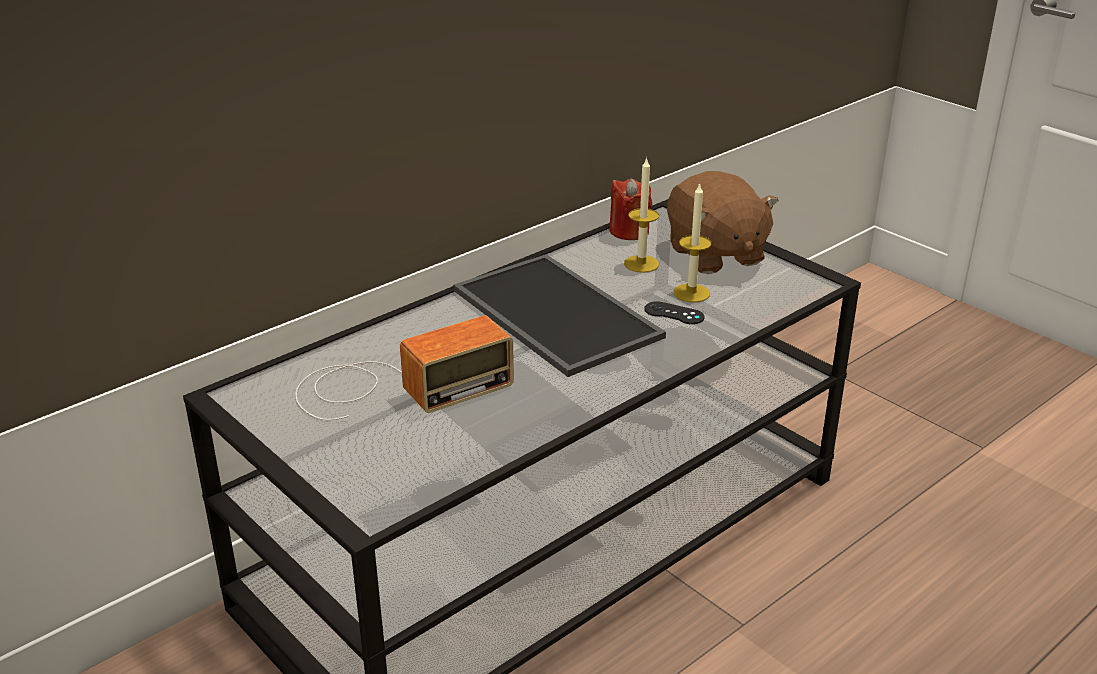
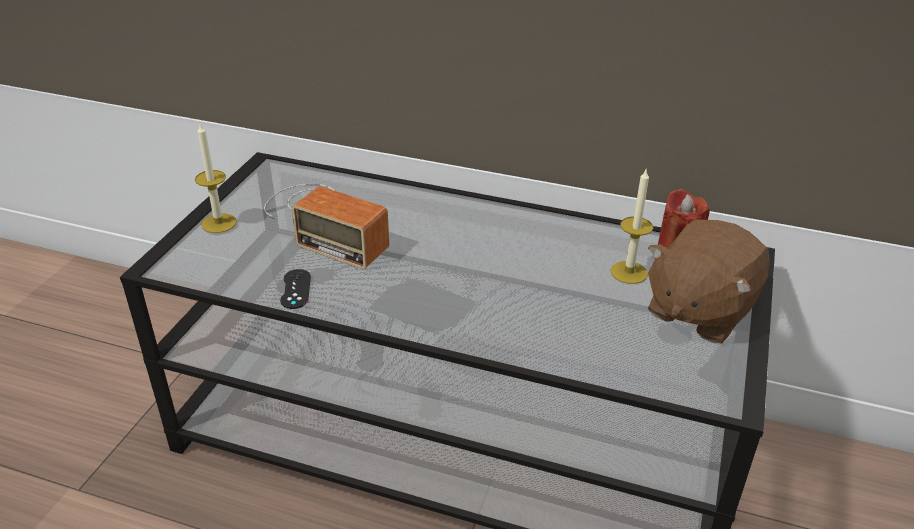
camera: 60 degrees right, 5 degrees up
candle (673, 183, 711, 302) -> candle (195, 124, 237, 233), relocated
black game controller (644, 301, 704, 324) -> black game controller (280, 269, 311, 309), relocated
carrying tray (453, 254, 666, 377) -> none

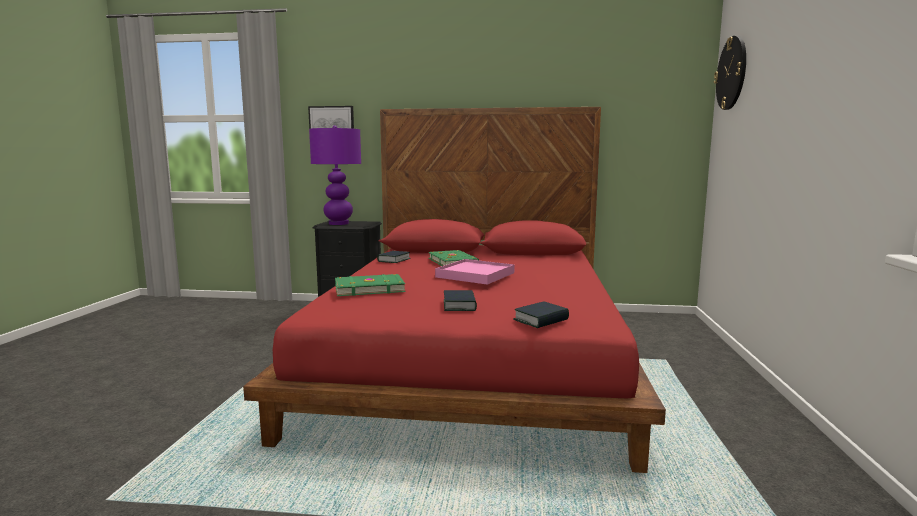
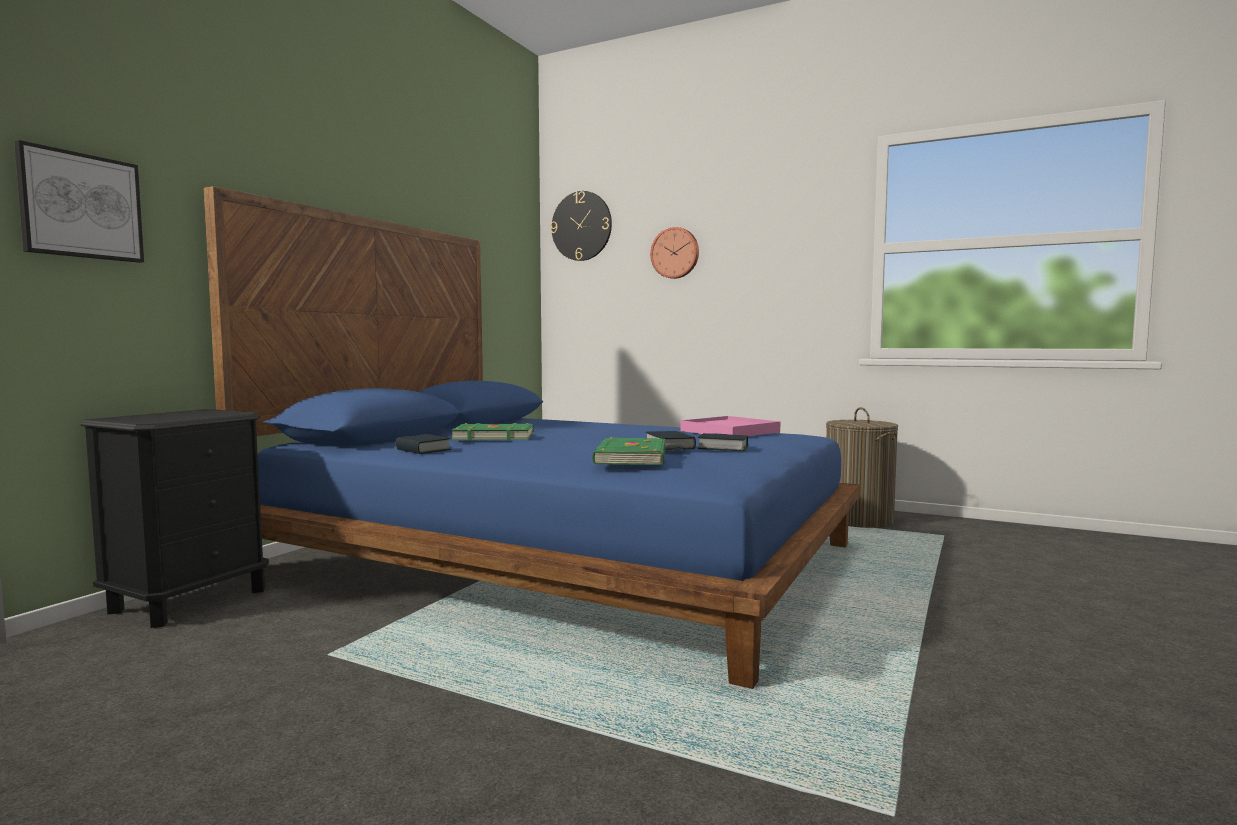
camera: 70 degrees left, 5 degrees down
reddish bedroom bed (243, 107, 666, 473) -> blue bedroom bed (203, 186, 860, 689)
book (513, 302, 569, 328) -> book (646, 431, 696, 450), relocated
none -> wall clock (650, 227, 699, 279)
pink-coloured carrying tray (435, 259, 515, 285) -> pink-coloured carrying tray (681, 416, 780, 436), relocated
none -> hamper (826, 407, 898, 528)
purple lamp for a table (309, 125, 361, 225) -> none

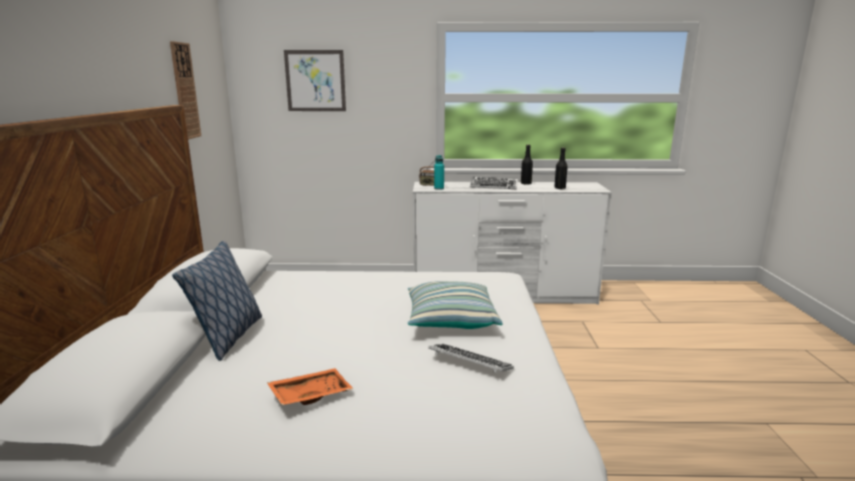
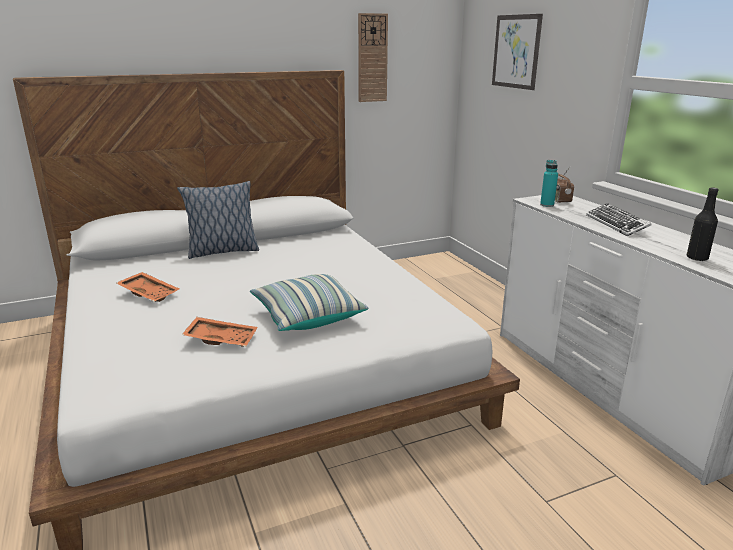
camera: 65 degrees right, 5 degrees up
keyboard (428, 344, 514, 373) -> orange carrying tray (182, 317, 257, 347)
black beverage bottle (521, 145, 533, 185) -> none

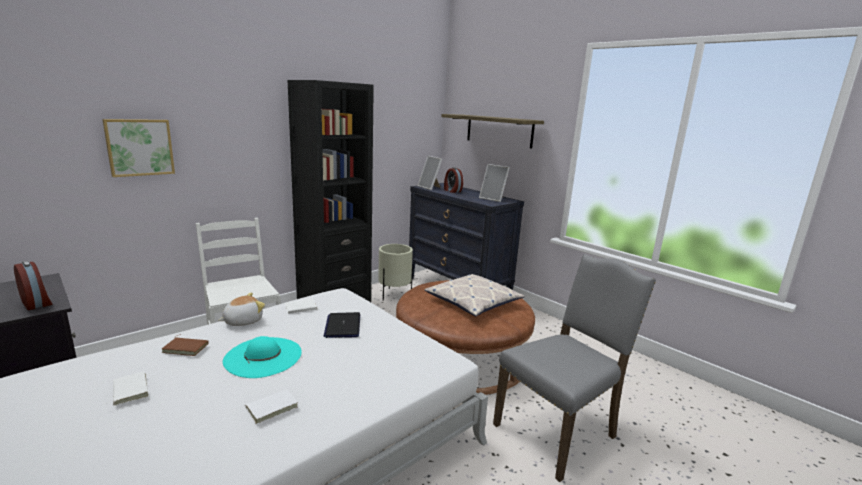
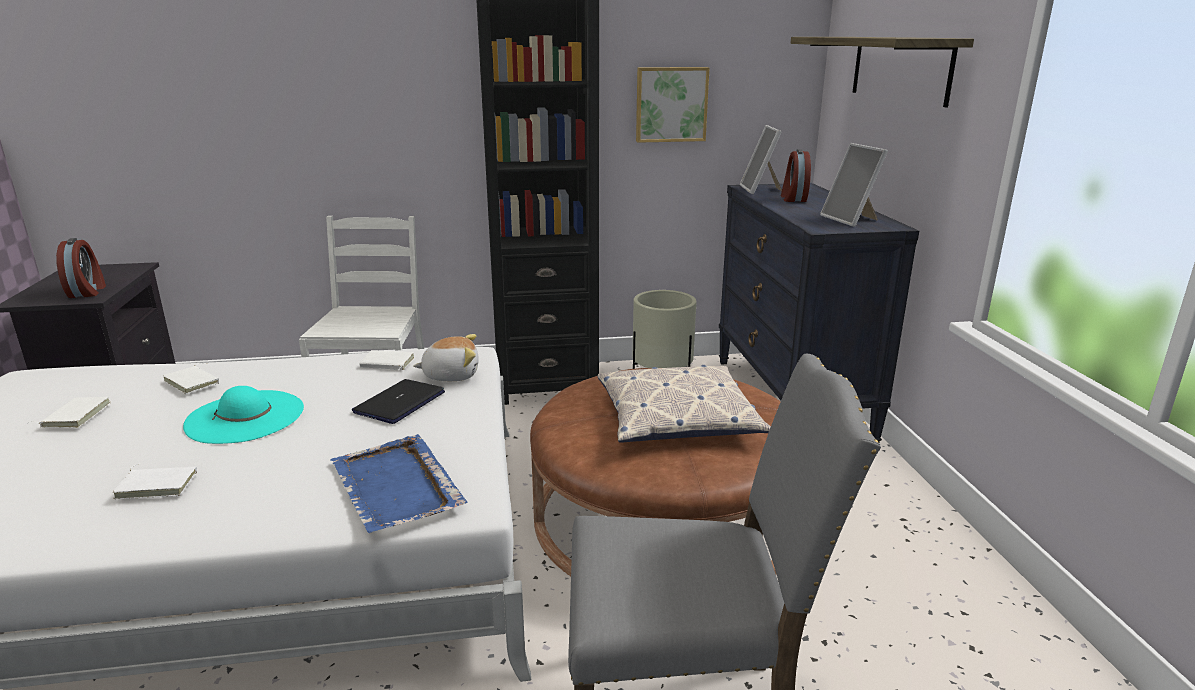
camera: 35 degrees right, 5 degrees up
brownish book (162, 334, 209, 356) -> white-coloured book (163, 363, 219, 394)
none -> blue carrying tray (331, 434, 468, 533)
cuddly toy (218, 293, 265, 326) -> cuddly toy (413, 334, 479, 381), relocated
wall picture (102, 119, 175, 177) -> wall picture (636, 67, 710, 143), relocated

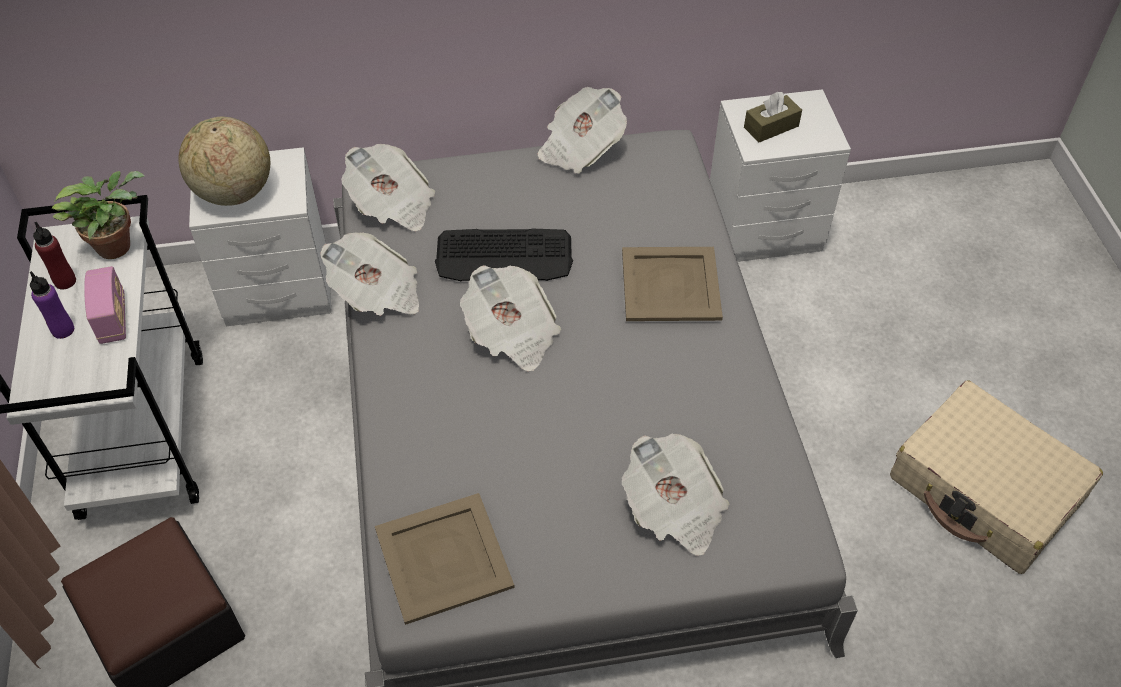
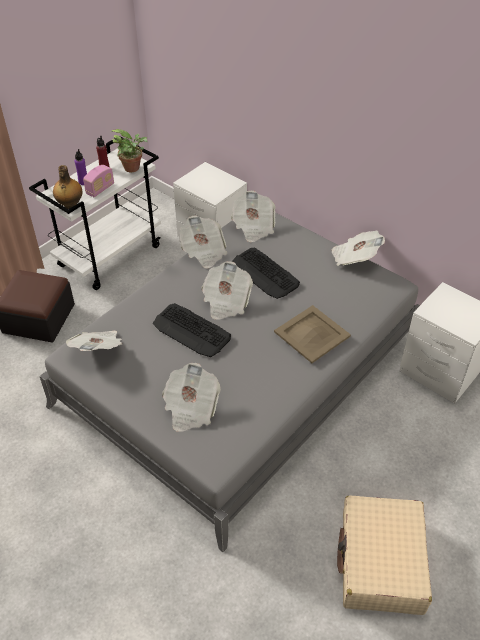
camera: 50 degrees right, 5 degrees down
none -> beverage bottle (53, 165, 82, 209)
sand-coloured carrying tray (375, 493, 515, 625) -> printed paper (66, 330, 123, 351)
none -> keyboard (153, 303, 231, 357)
world globe (179, 117, 270, 206) -> none
brownish box of tissues (744, 92, 802, 142) -> none

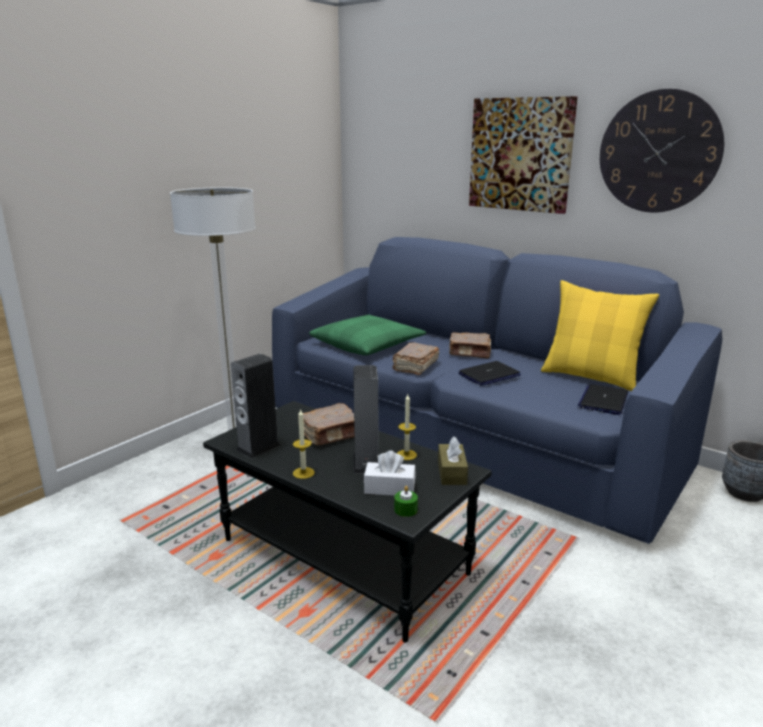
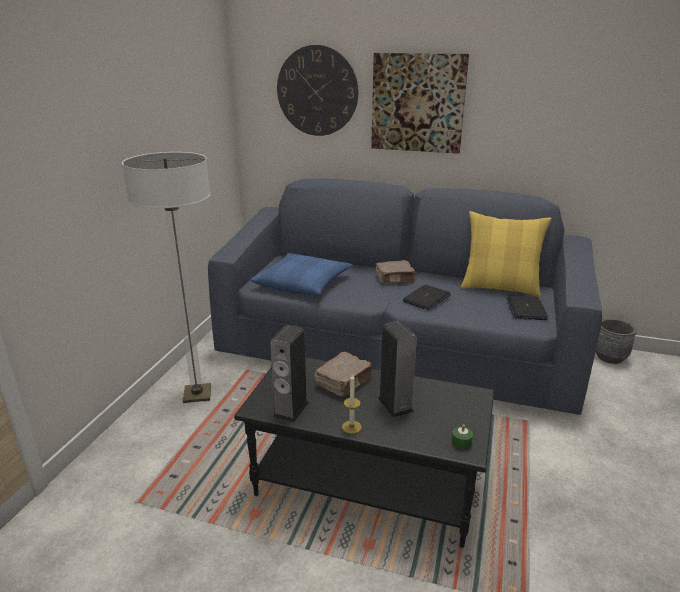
camera: 20 degrees left, 5 degrees up
green-coloured pillow (309, 315, 426, 355) -> blue pillow (250, 253, 353, 296)
wall clock (600, 89, 724, 212) -> wall clock (277, 45, 358, 136), relocated
white-coloured box of tissues (364, 451, 416, 496) -> none
brownish book (392, 343, 439, 375) -> none
candle (397, 394, 417, 460) -> none
brownish box of tissues (438, 436, 468, 485) -> none

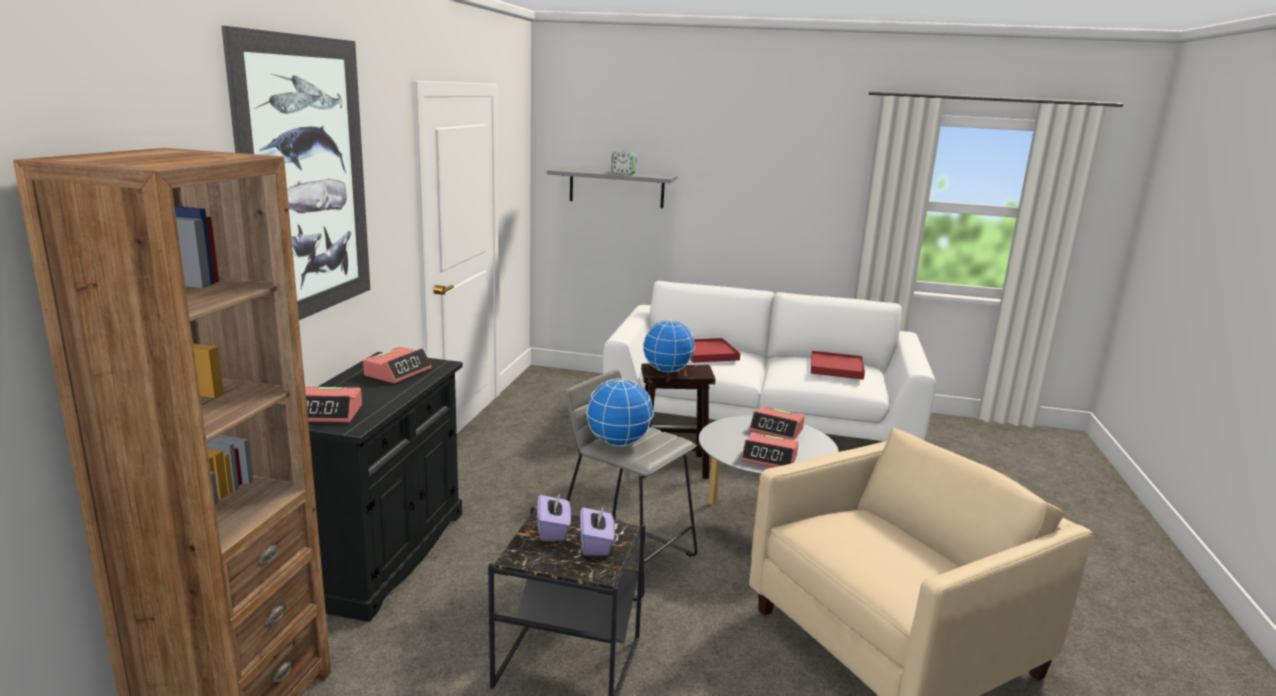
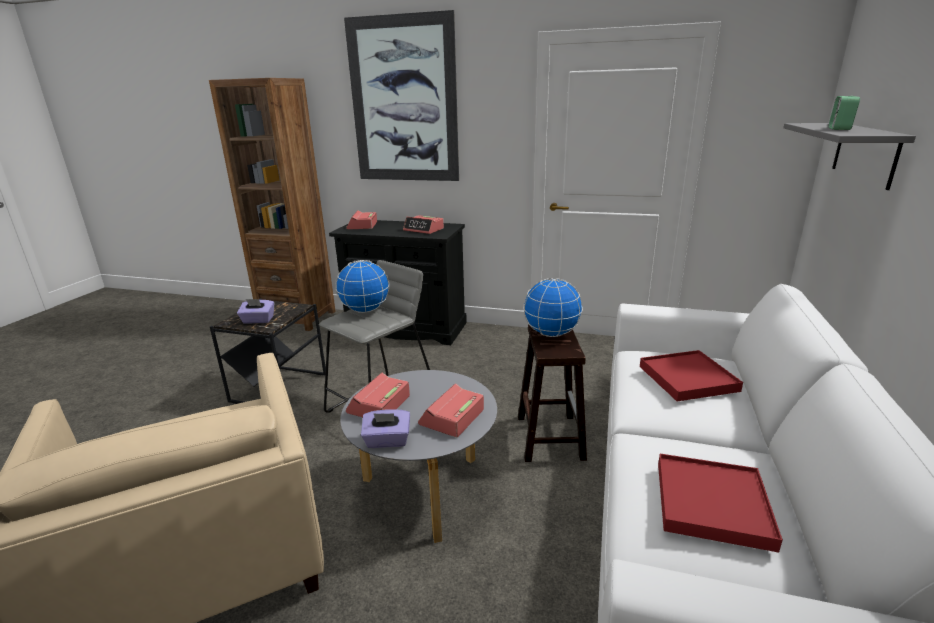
camera: 95 degrees right, 5 degrees up
purple box of tissues (537, 492, 571, 541) -> purple box of tissues (361, 409, 410, 448), relocated

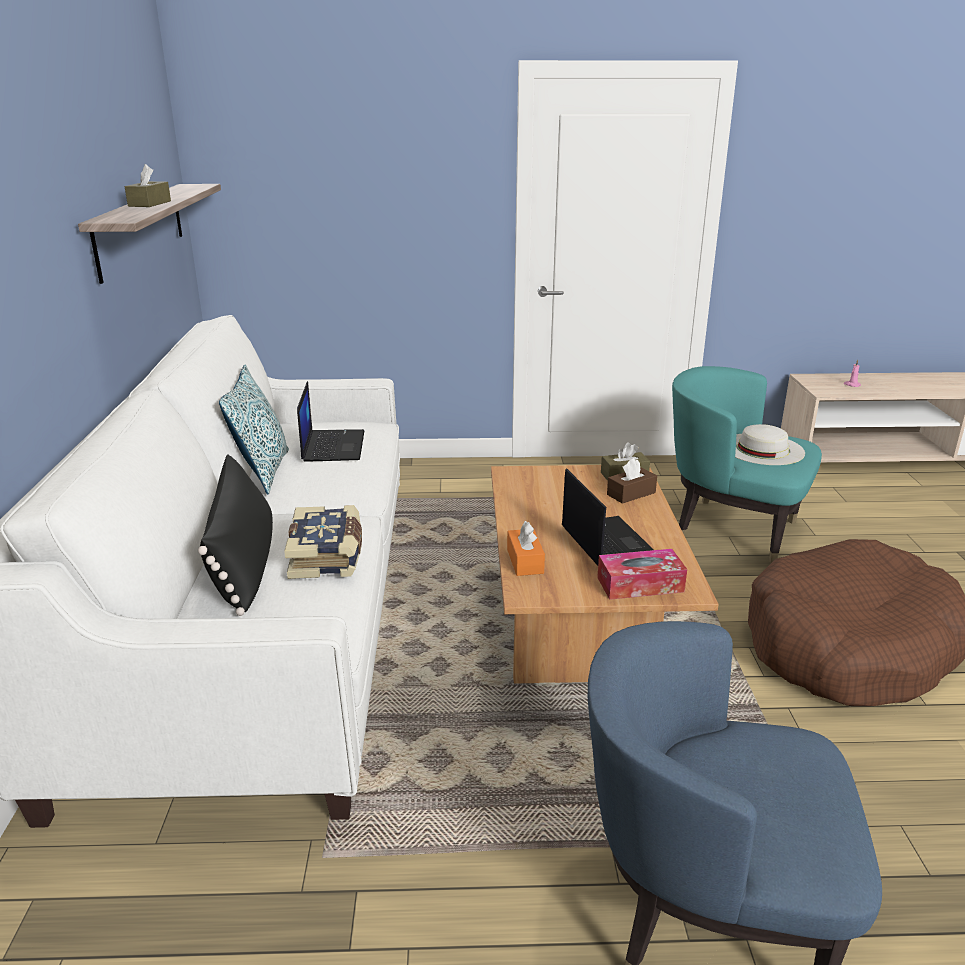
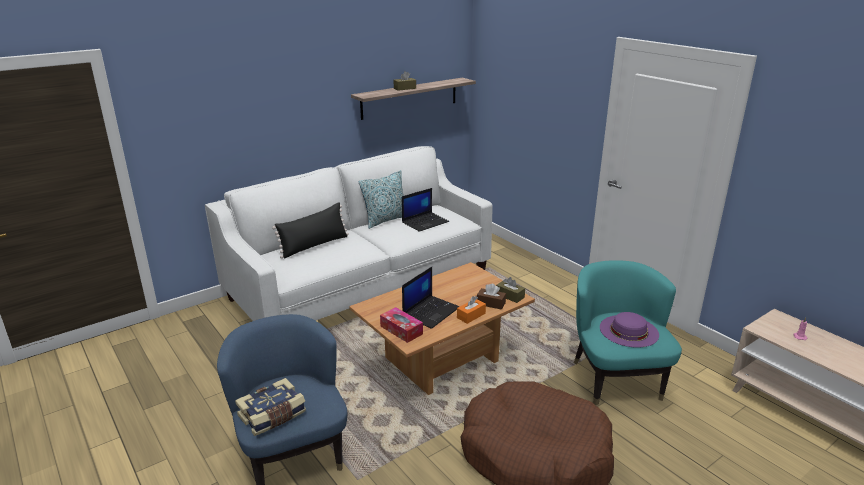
camera: 55 degrees right, 0 degrees up
book (284, 505, 362, 579) -> book (235, 378, 306, 436), relocated
orange box of tissues (507, 521, 545, 576) -> orange box of tissues (457, 296, 486, 324), relocated
white-coloured wearable hat (735, 424, 805, 465) -> purple wearable hat (600, 312, 659, 348)

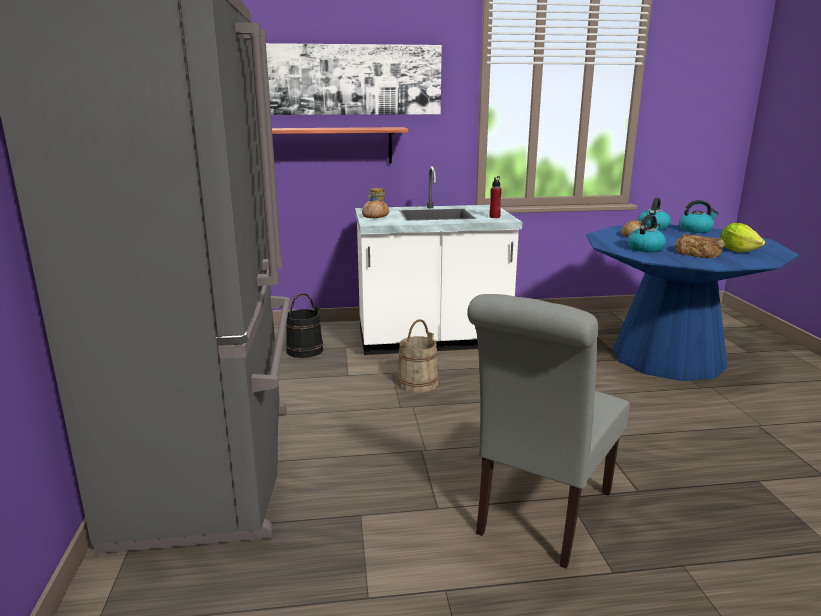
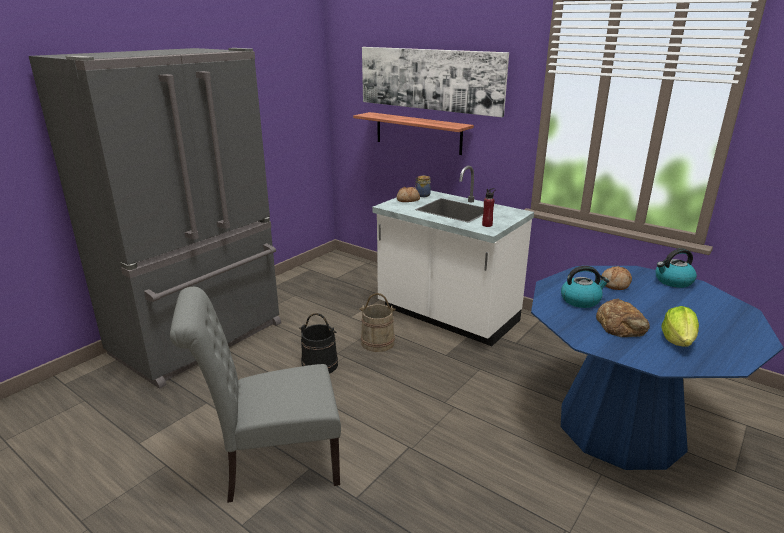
camera: 45 degrees right, 5 degrees up
black water bucket (286, 293, 323, 358) -> black water bucket (299, 313, 338, 374), relocated
kettle (679, 200, 719, 233) -> none

